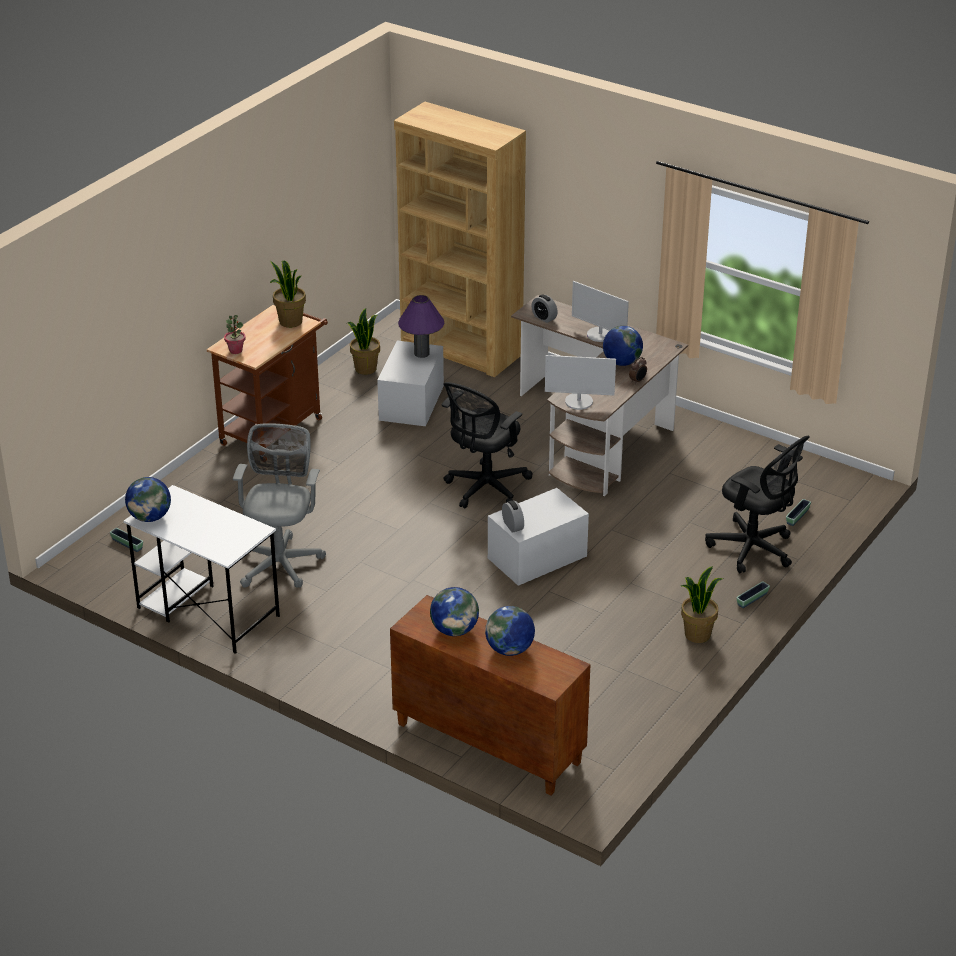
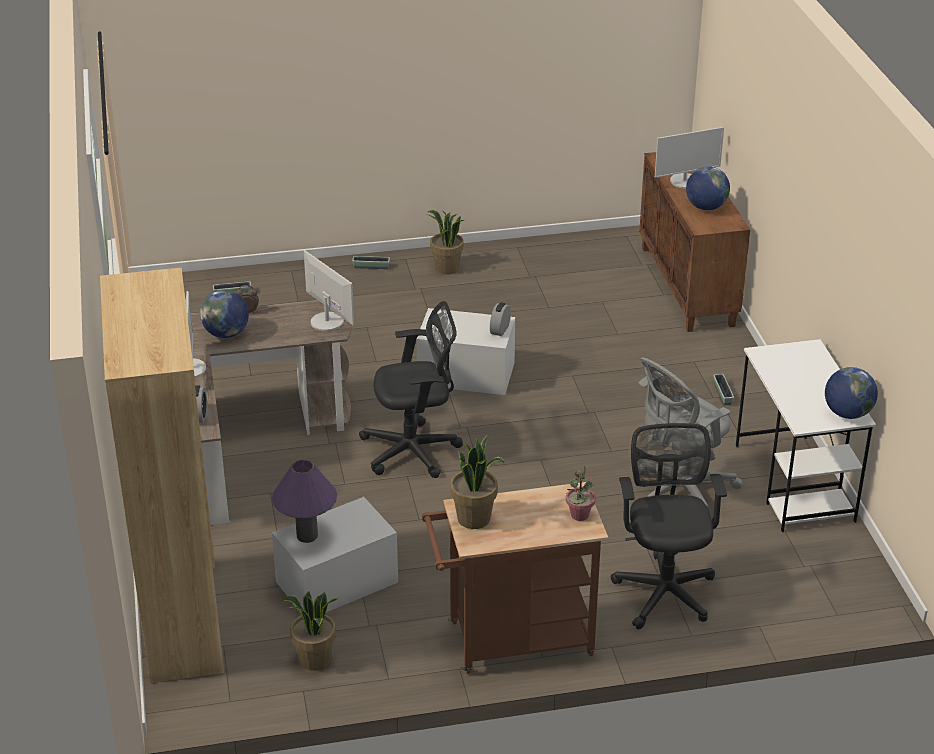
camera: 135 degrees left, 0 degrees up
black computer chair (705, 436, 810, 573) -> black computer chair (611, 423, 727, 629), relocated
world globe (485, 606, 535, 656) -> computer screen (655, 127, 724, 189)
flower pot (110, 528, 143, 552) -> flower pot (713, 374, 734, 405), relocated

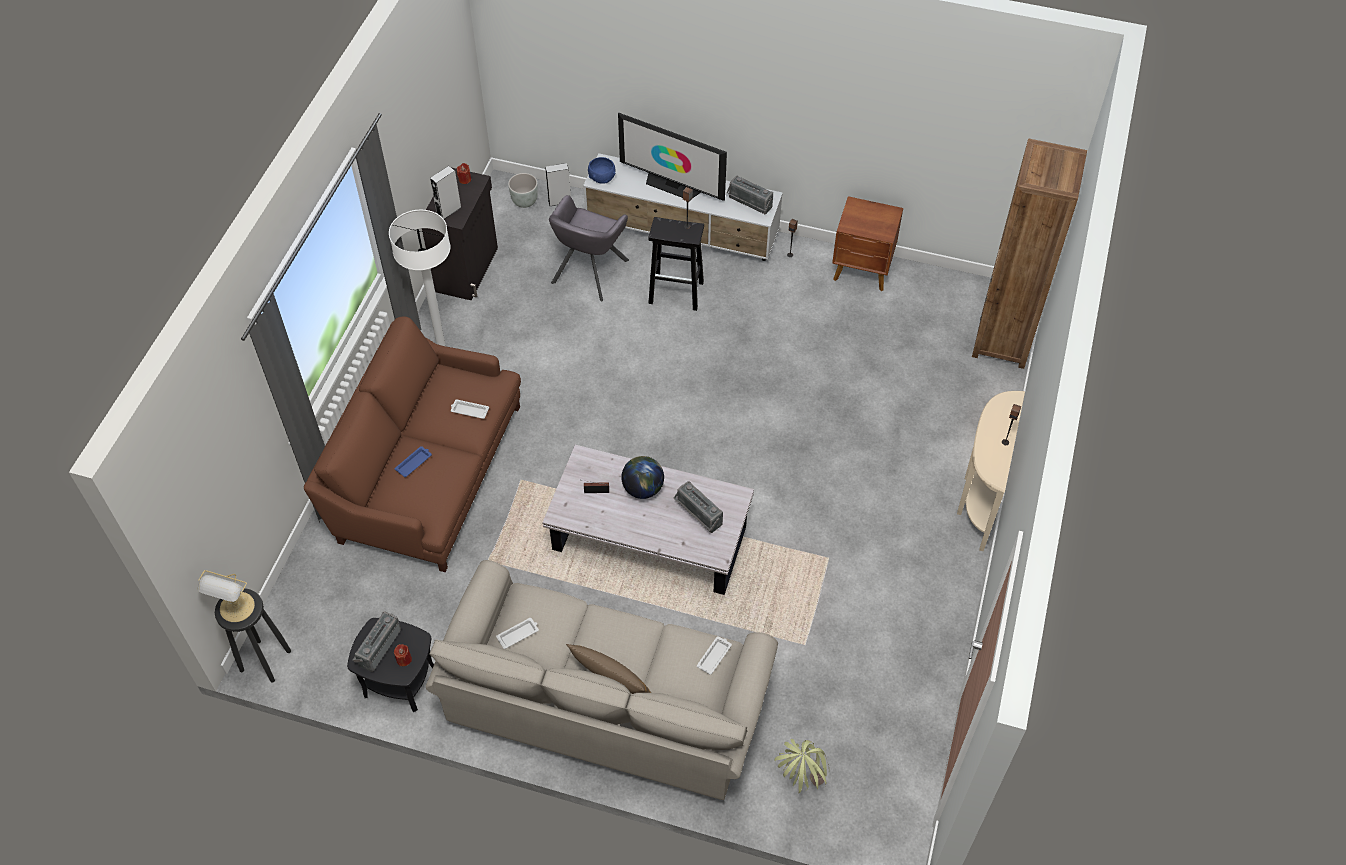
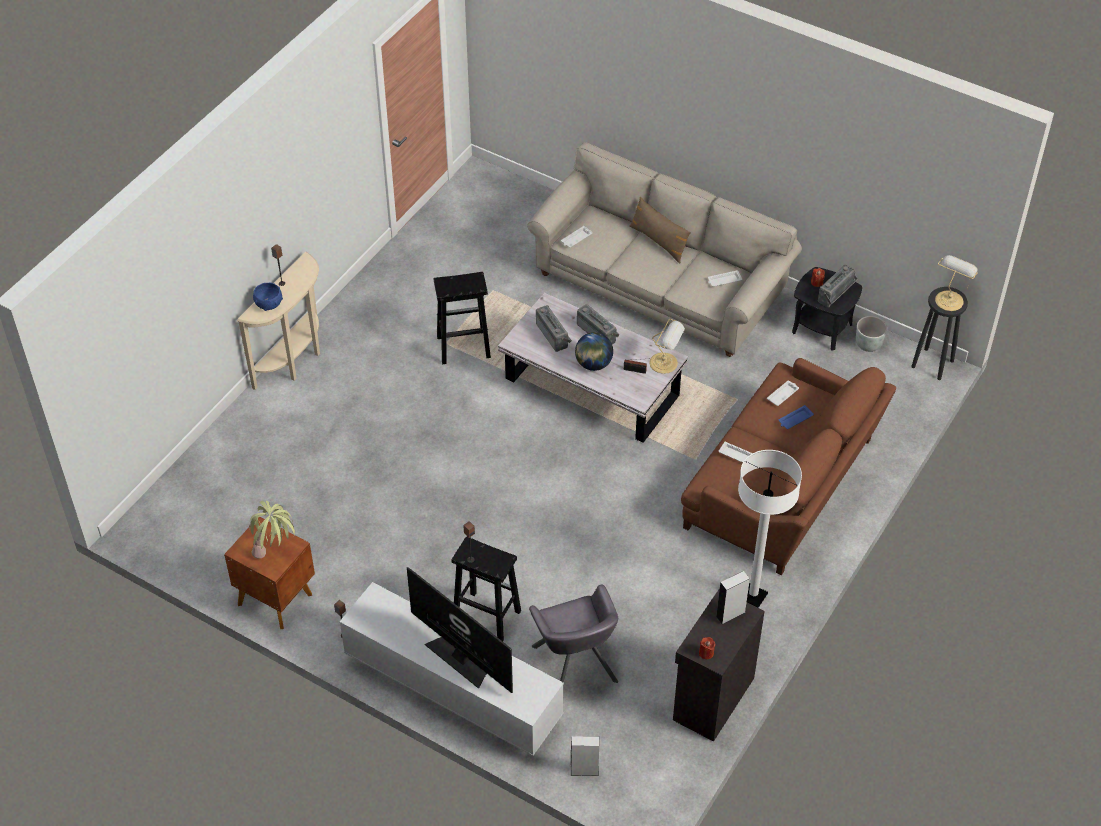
camera: 165 degrees left, 5 degrees down
potted plant (774, 739, 829, 793) -> potted plant (249, 501, 295, 558), relocated
blue deep dish (588, 157, 616, 184) -> blue deep dish (253, 283, 283, 311), relocated
none -> black sitting stool (434, 272, 491, 364)
gray armchair (549, 195, 629, 302) -> gray armchair (529, 584, 618, 683), 120 degrees clockwise
radio (726, 176, 773, 215) -> radio (577, 304, 620, 344), relocated
none -> lamp for a table (649, 319, 685, 374)
none -> white-coloured carrying tray (767, 381, 799, 406)
gray flower pot (508, 173, 538, 208) -> gray flower pot (856, 316, 887, 352), relocated
brownish bookcase (972, 138, 1087, 369) -> none

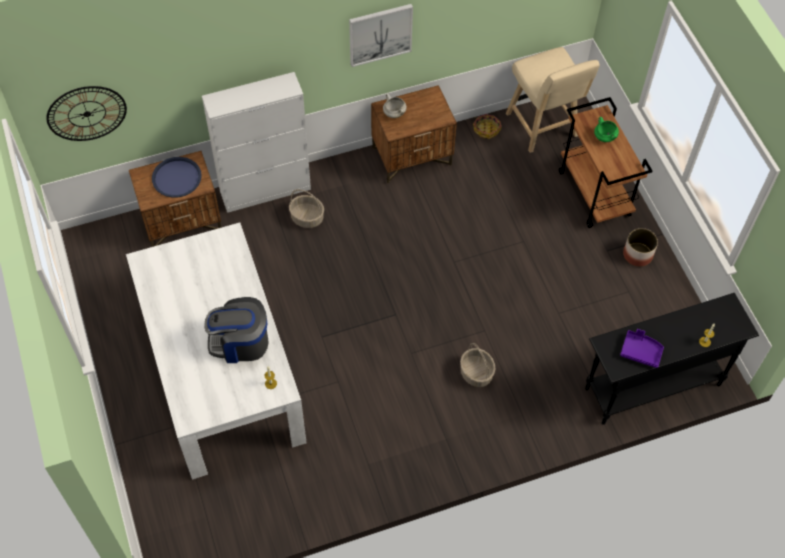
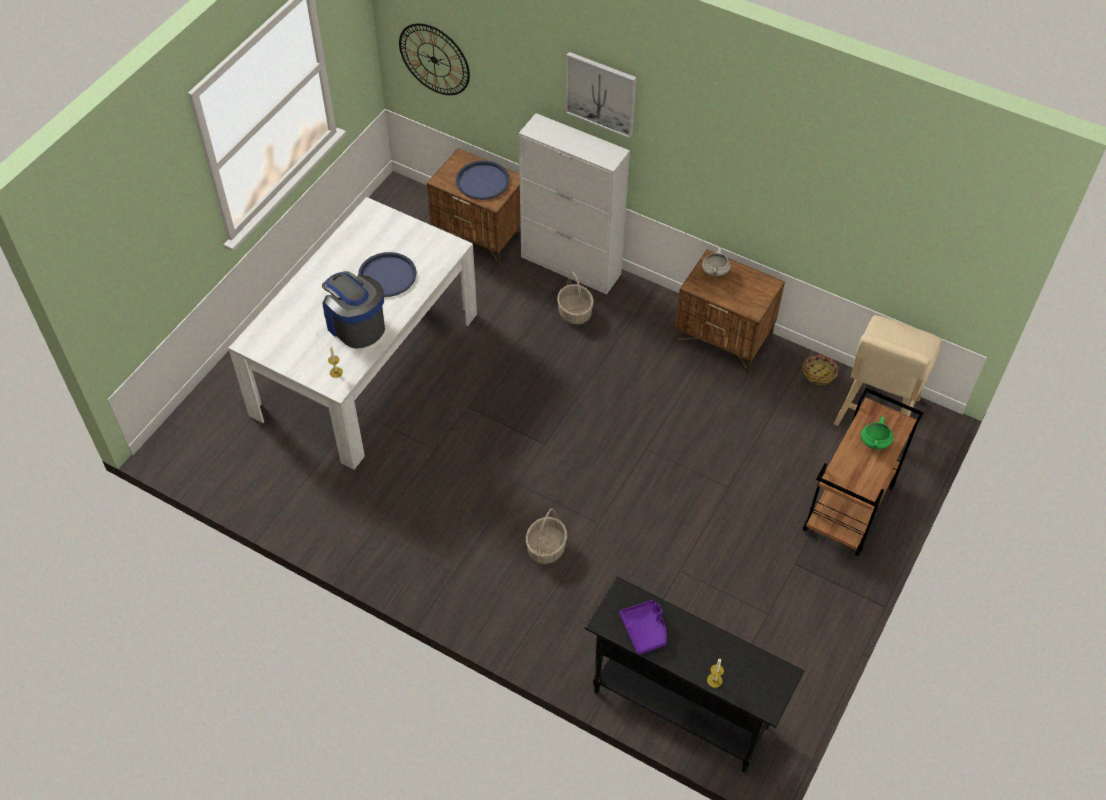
camera: 50 degrees right, 5 degrees down
none -> blue carrying tray (358, 252, 417, 297)
wall picture (349, 4, 413, 67) -> wall picture (565, 52, 637, 139), relocated
flower pot (623, 228, 658, 267) -> none

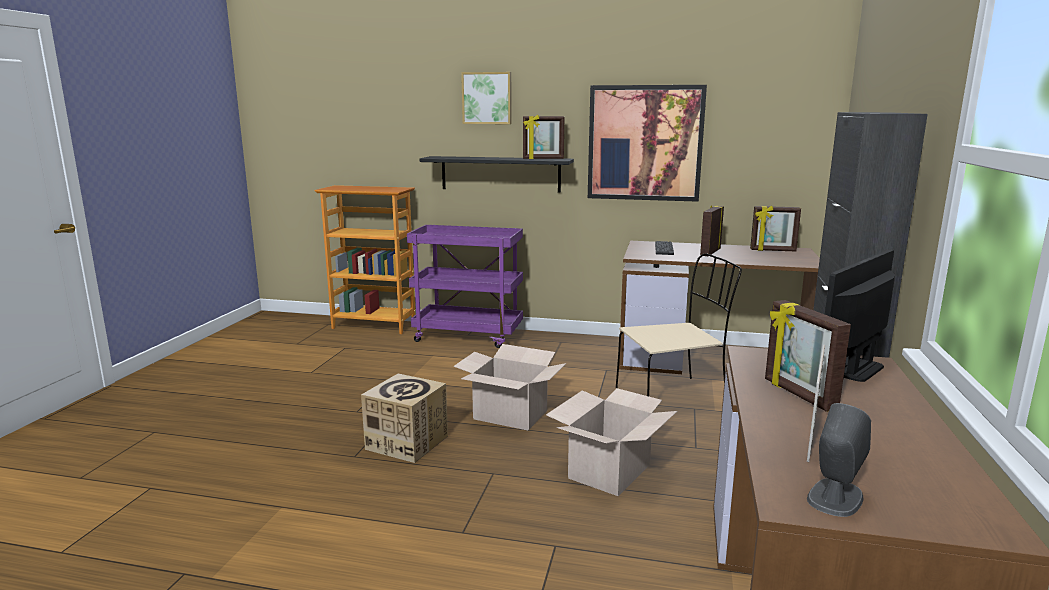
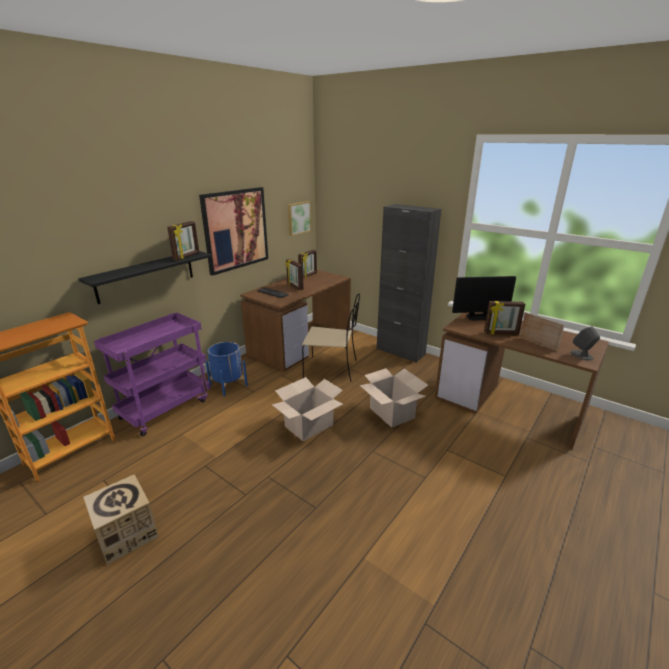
camera: 65 degrees left, 10 degrees up
packing box (361, 374, 448, 463) -> packing box (83, 474, 158, 565), relocated
none -> blue flower pot (206, 342, 248, 396)
wall picture (461, 72, 512, 124) -> wall picture (288, 201, 311, 236), relocated
sand-coloured plain chair (616, 253, 742, 396) -> sand-coloured plain chair (302, 294, 360, 382), 90 degrees clockwise
computer screen (825, 250, 895, 382) -> computer screen (452, 276, 516, 321), 75 degrees counterclockwise

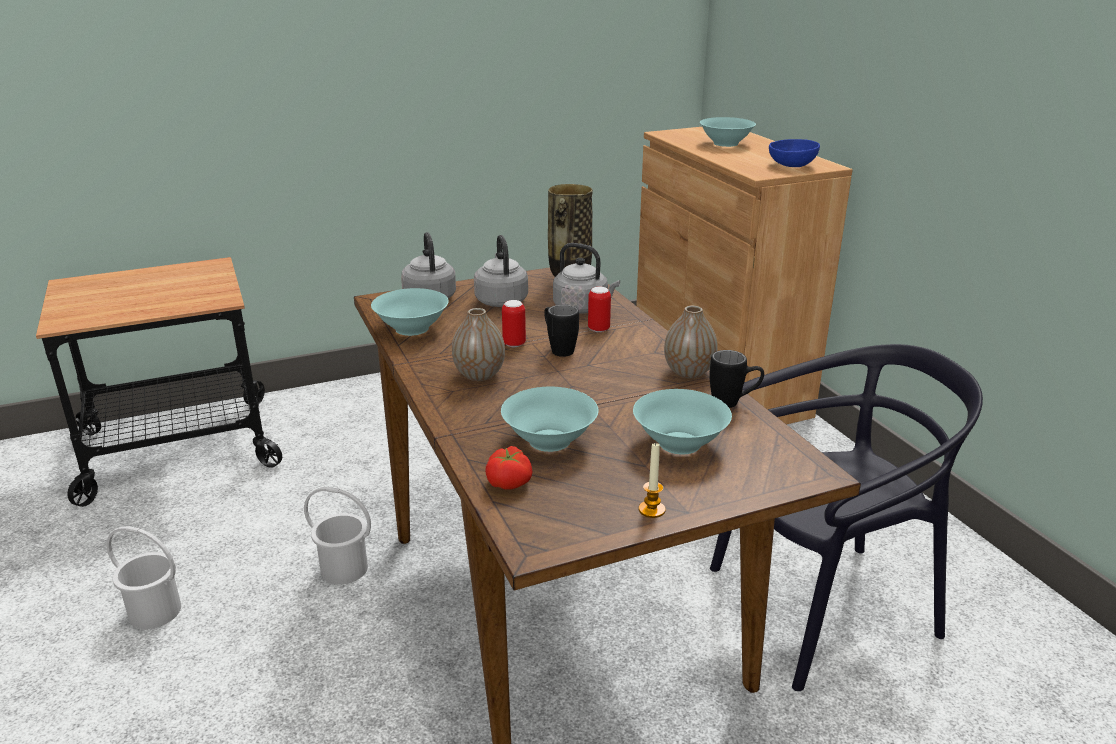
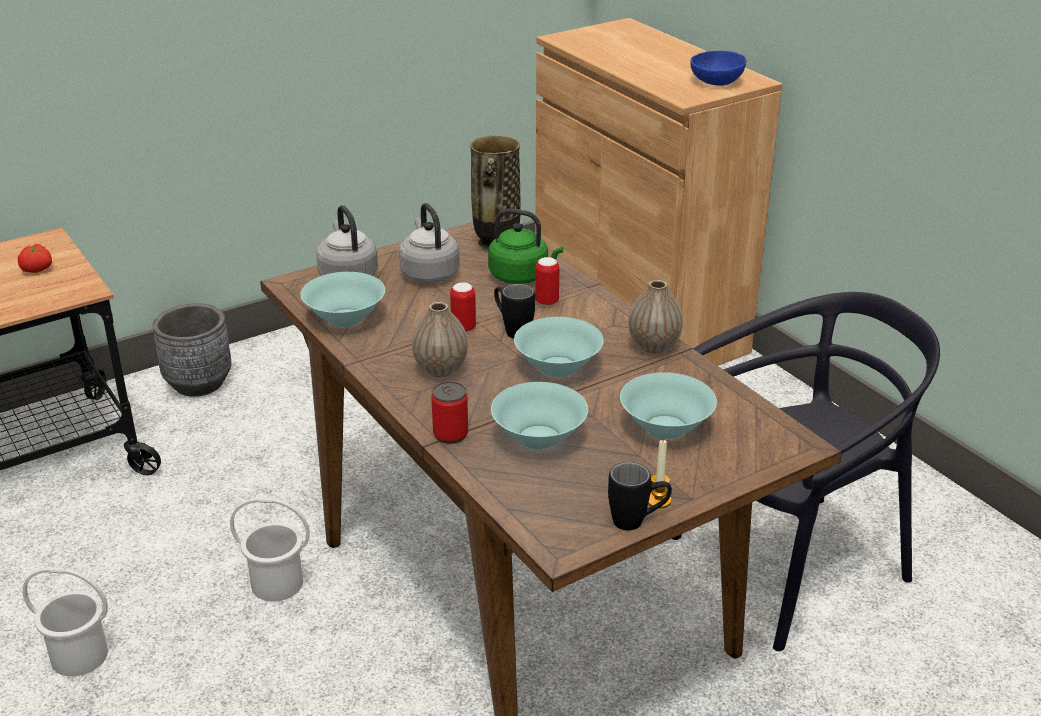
camera: 10 degrees left, 5 degrees up
tomato (485, 446, 533, 489) -> tomato (18, 244, 52, 273), relocated
none -> gray flower pot (152, 303, 232, 396)
none -> can (431, 382, 468, 444)
gray kettle (553, 243, 620, 314) -> green-coloured kettle (488, 209, 564, 284)
turquoise-coloured deep dish (700, 117, 756, 147) -> turquoise-coloured deep dish (514, 317, 604, 378), relocated
black mug (709, 350, 764, 408) -> black mug (608, 462, 672, 530), relocated

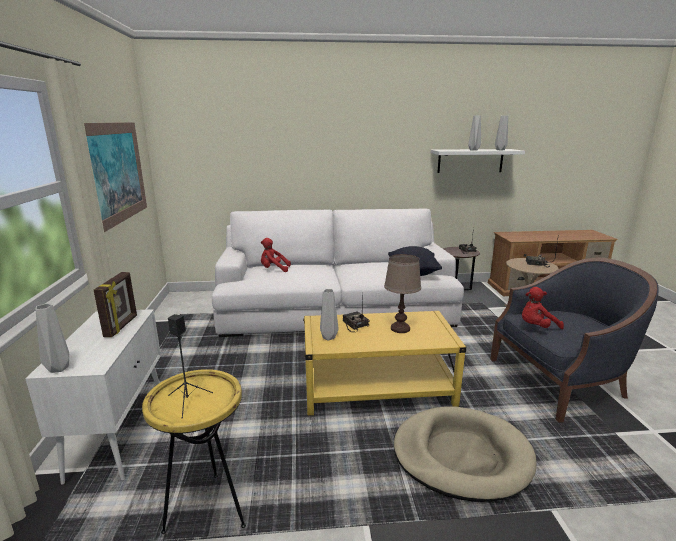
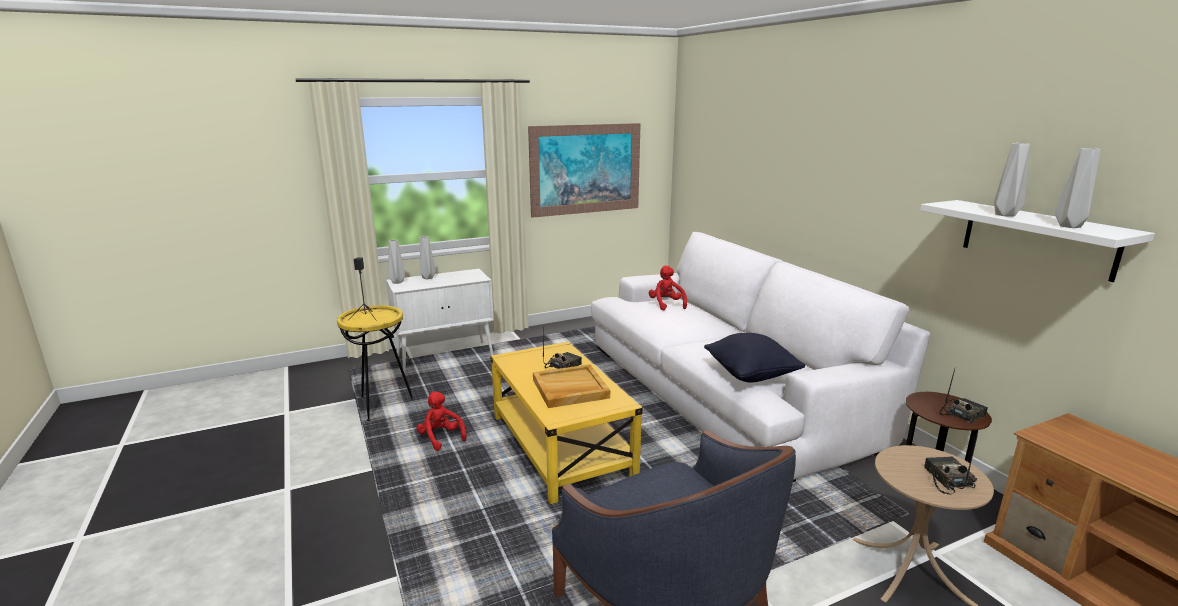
camera: 70 degrees right, 0 degrees up
reddish cuddly toy (522, 287, 564, 329) -> reddish cuddly toy (416, 391, 467, 451), relocated
gray vase (320, 289, 339, 340) -> gray vase (420, 236, 436, 279), relocated
brownish lamp for a table (384, 254, 421, 333) -> sand-coloured carrying tray (533, 364, 610, 408)
picture frame (94, 272, 137, 337) -> none
sand-coloured dog bed (394, 406, 537, 502) -> none

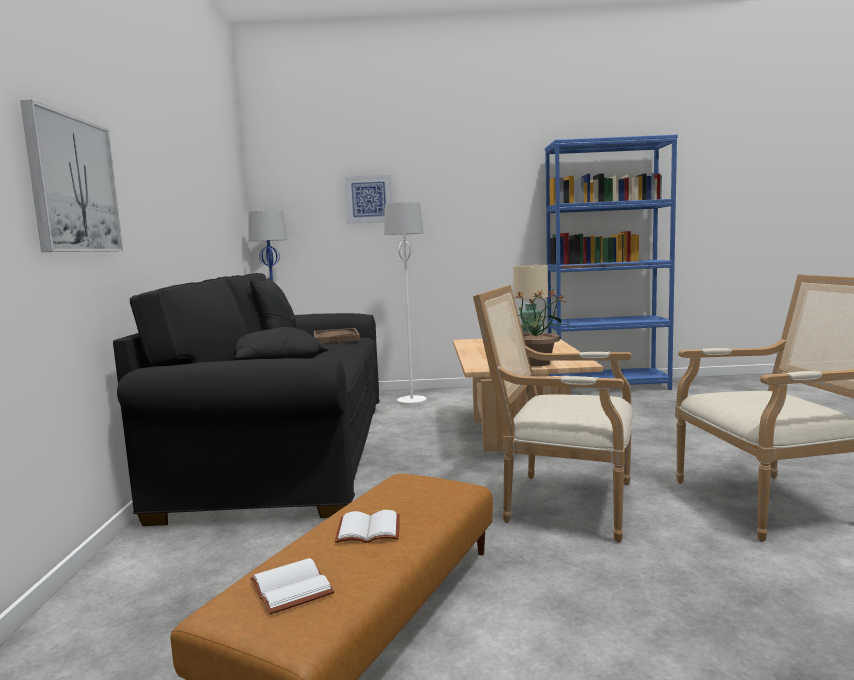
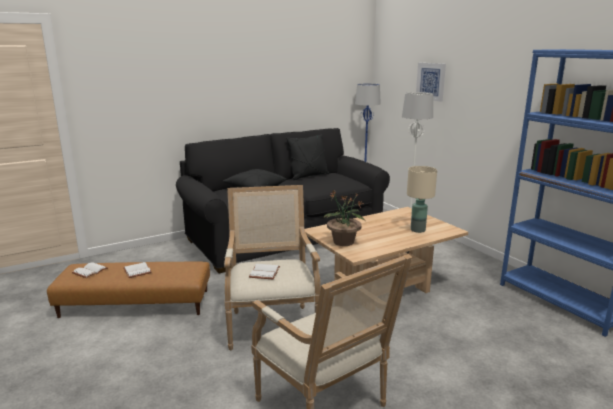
camera: 60 degrees right, 10 degrees up
none -> white-coloured book (249, 264, 280, 280)
wall picture (20, 100, 123, 252) -> none
brownish carrying tray (314, 328, 360, 343) -> none

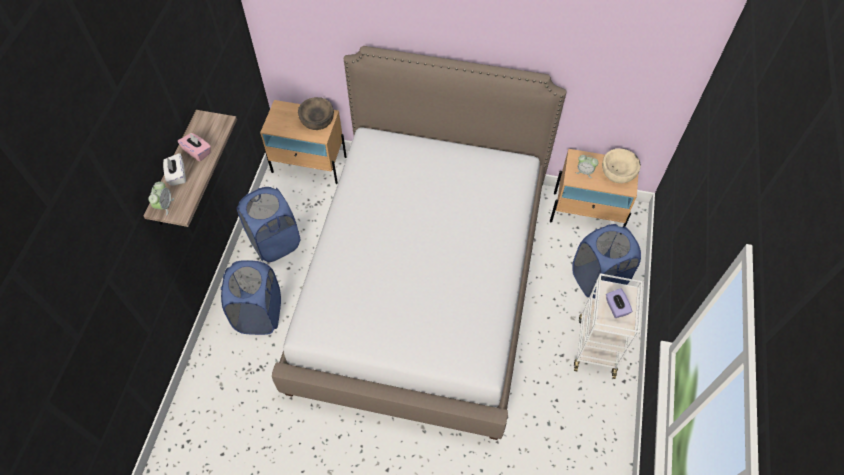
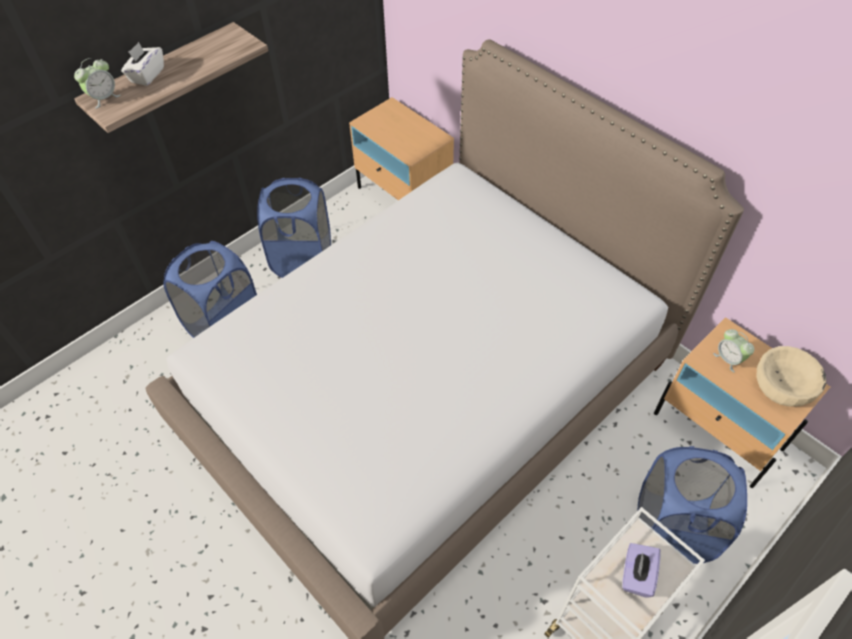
camera: 35 degrees right, 5 degrees down
pink-coloured box of tissues (178, 133, 211, 162) -> none
brownish deep dish (298, 97, 334, 130) -> none

